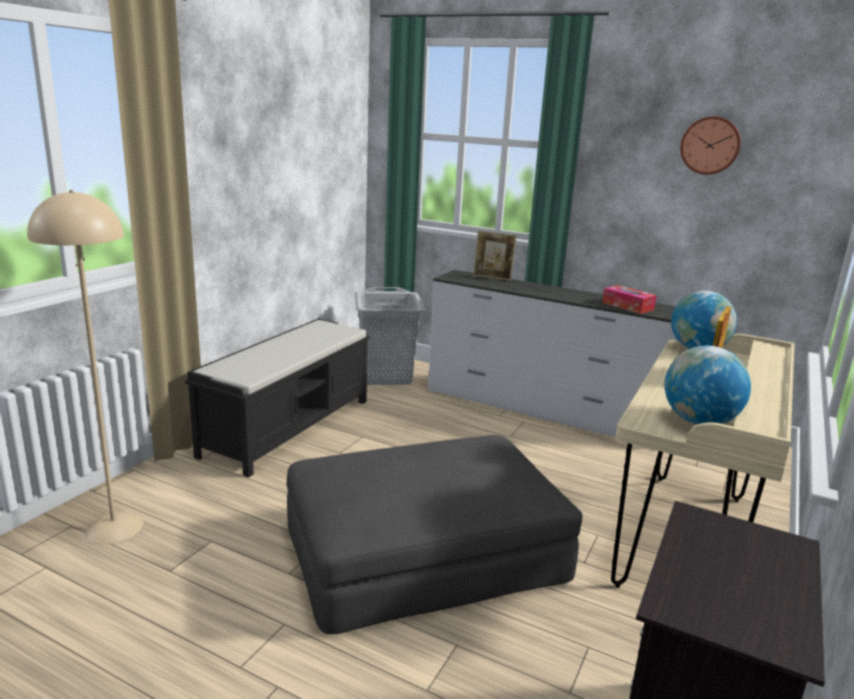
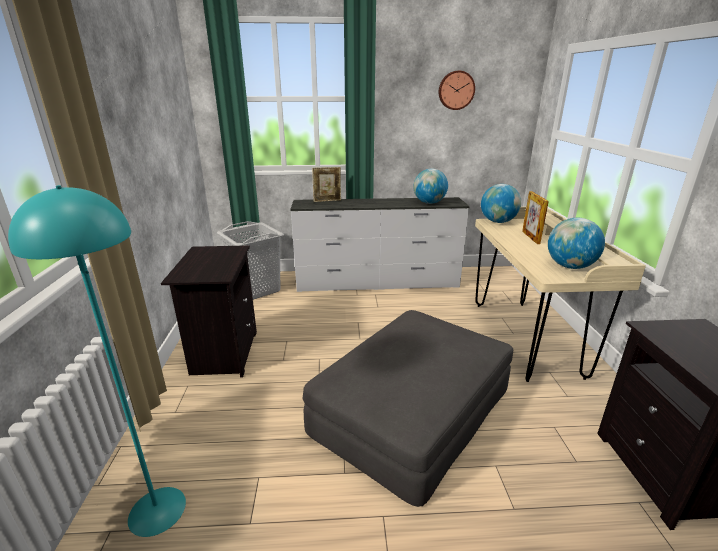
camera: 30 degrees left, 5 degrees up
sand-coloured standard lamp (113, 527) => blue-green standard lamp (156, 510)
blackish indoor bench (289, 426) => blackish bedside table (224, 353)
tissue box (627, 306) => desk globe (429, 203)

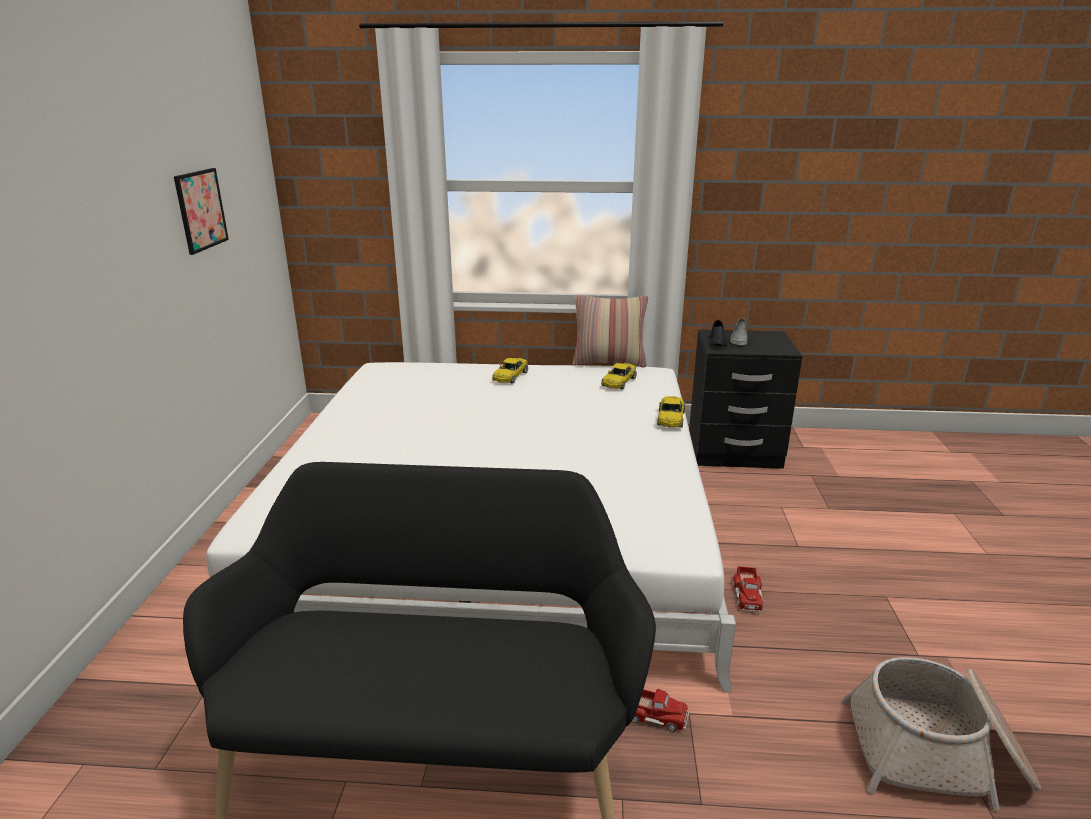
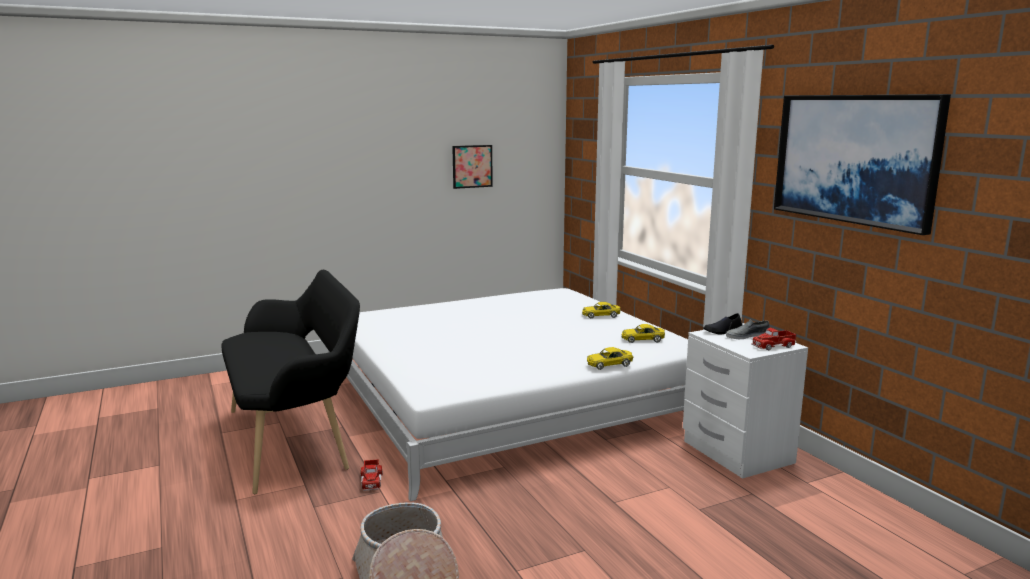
camera: 60 degrees right, 10 degrees down
throw pillow (609, 362) => nothing
blackish bedside table (734, 452) => white-coloured bedside table (736, 452)
toy lorry (748, 595) => toy lorry (773, 346), moved
nothing => wall art (855, 159)

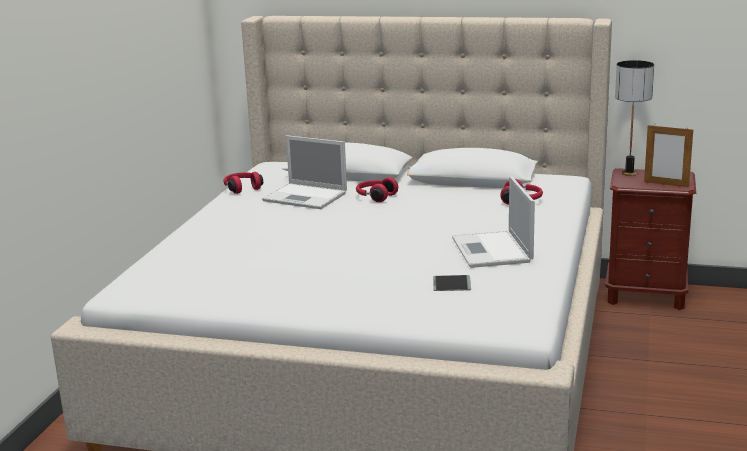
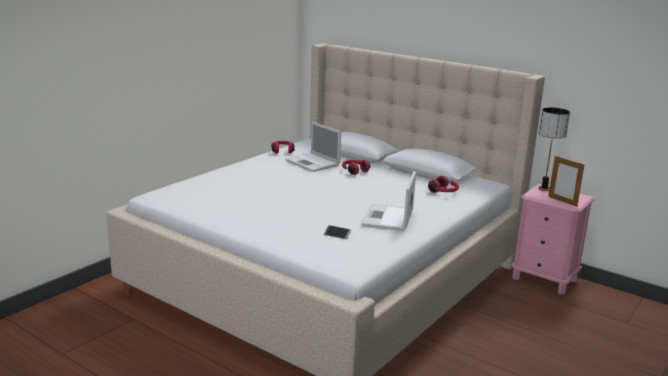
camera: 20 degrees right, 0 degrees up
brownish bedside table (646, 295) => pinkish bedside table (544, 279)

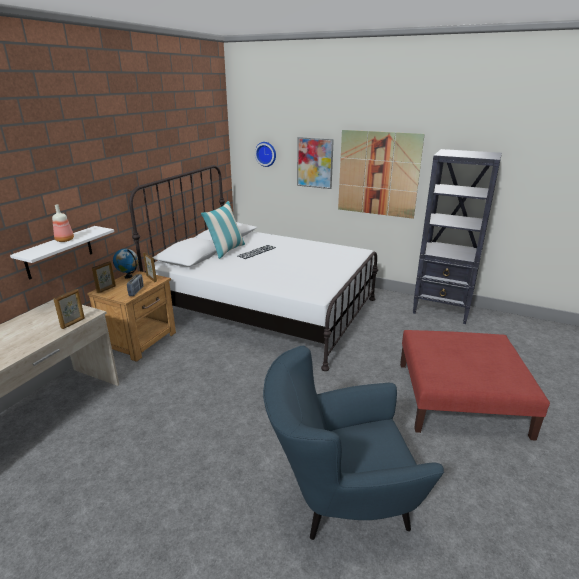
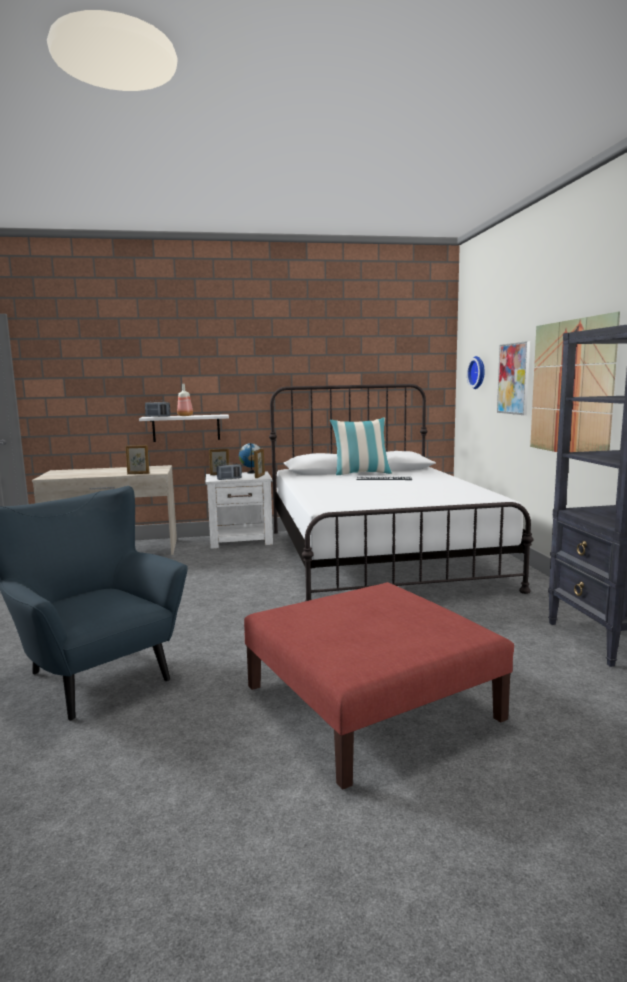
camera: 55 degrees right, 15 degrees down
brownish bedside table (141, 340) => white-coloured bedside table (242, 540)
nothing => radio receiver (158, 416)

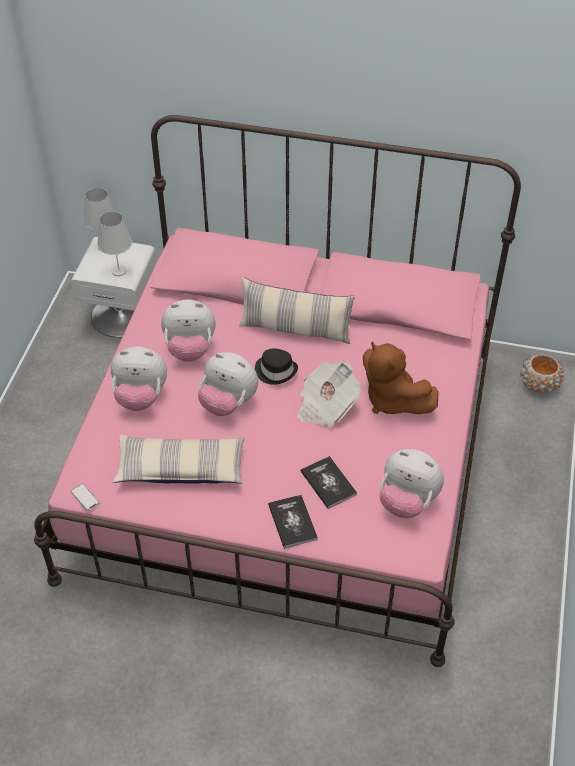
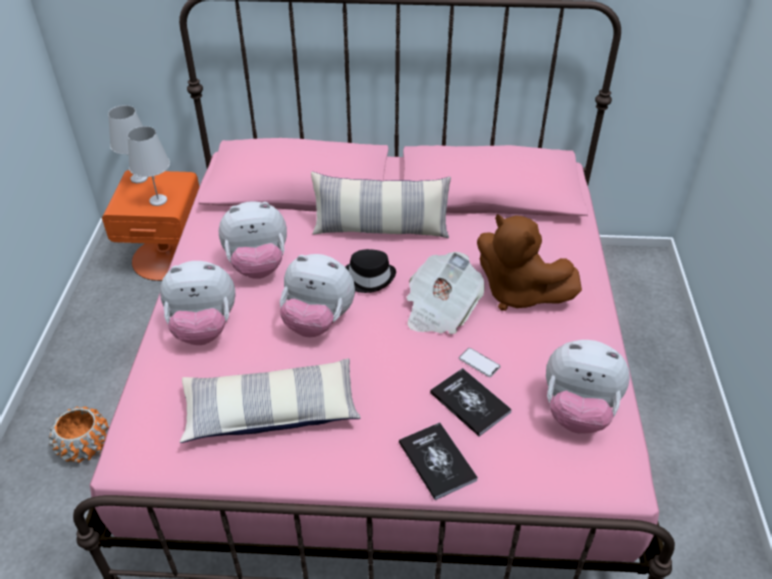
camera: 10 degrees left, 5 degrees down
phone (85, 497) => phone (479, 363), moved
white-coloured bedside table (121, 315) => orange bedside table (166, 257)
orange planter (539, 383) => orange planter (84, 446), moved

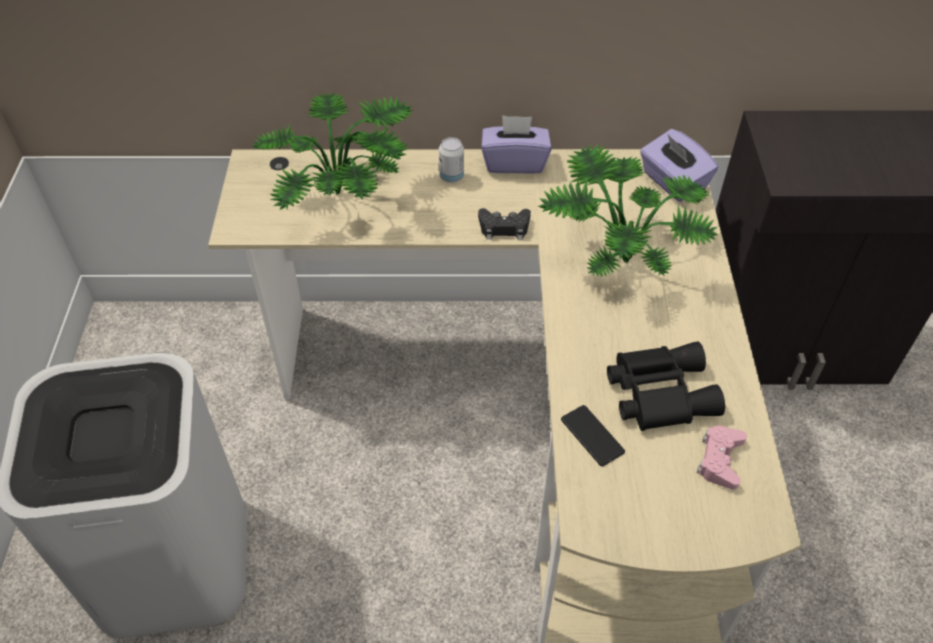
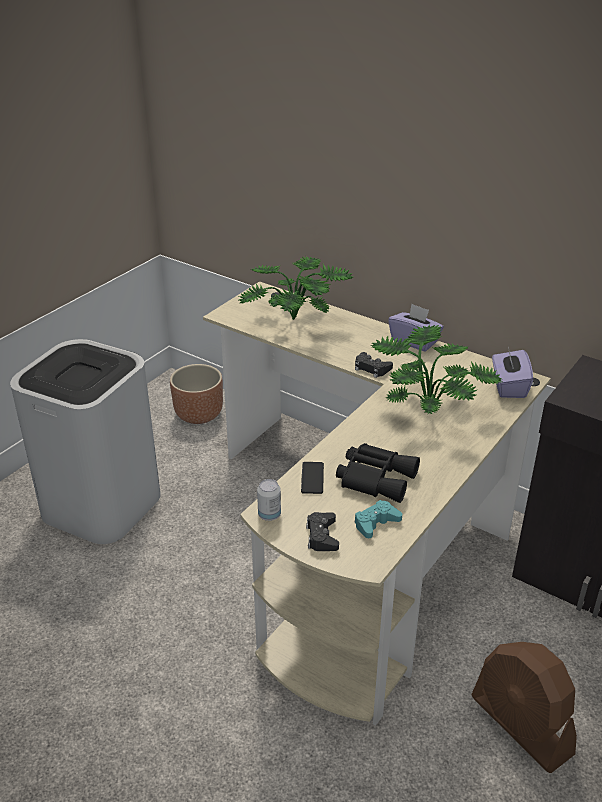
camera: 35 degrees right, 15 degrees down
metal can (451, 177) => metal can (269, 515), moved
pinkish gamepad (720, 460) => blue-green gamepad (376, 523)
nothing => brownish planter (198, 414)
nothing => blackish gamepad (322, 536)
nothing => brownish electric fan (521, 725)

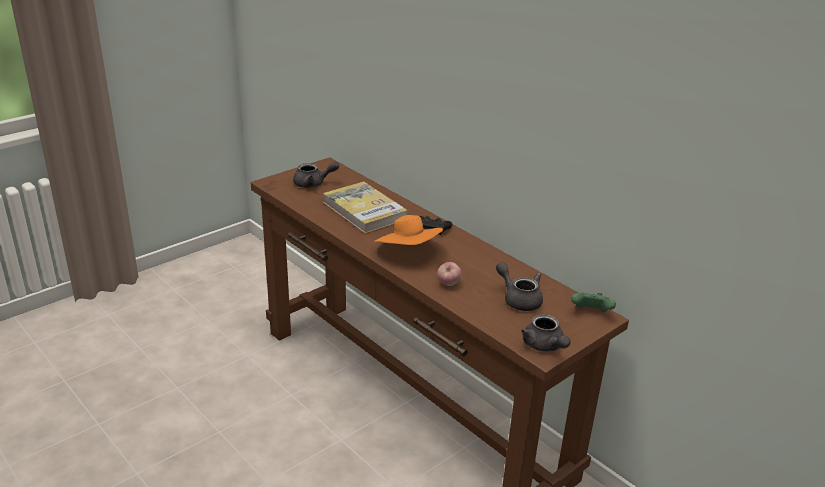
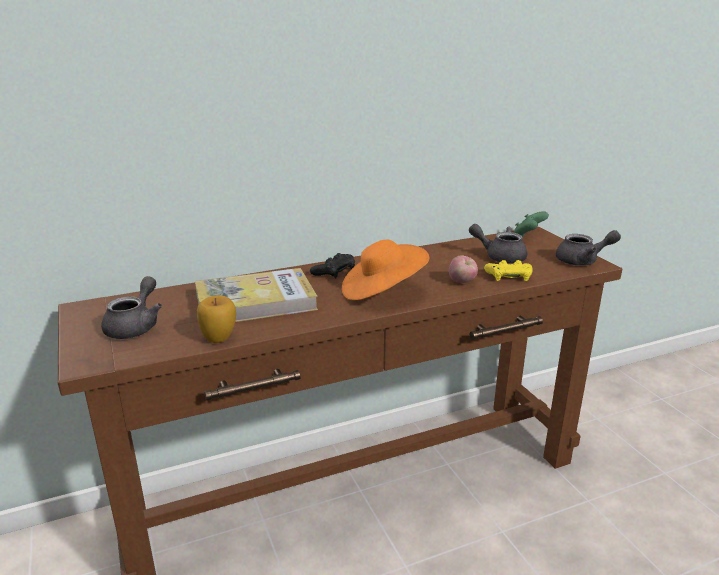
camera: 70 degrees left, 5 degrees down
grey pot for tea (519, 299) => grey pot for tea (499, 257), 45 degrees clockwise
nothing => whole apple (219, 338)
nothing => yellow-coloured gamepad (509, 276)

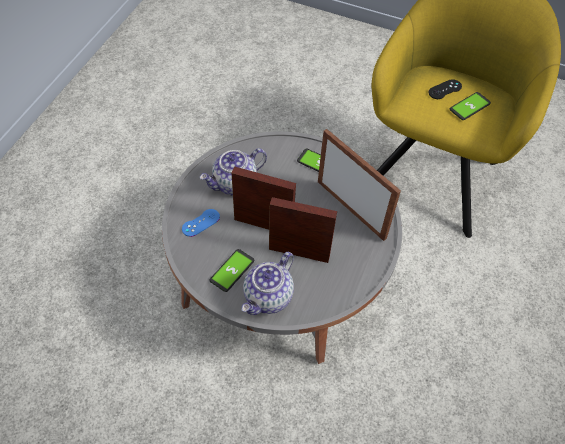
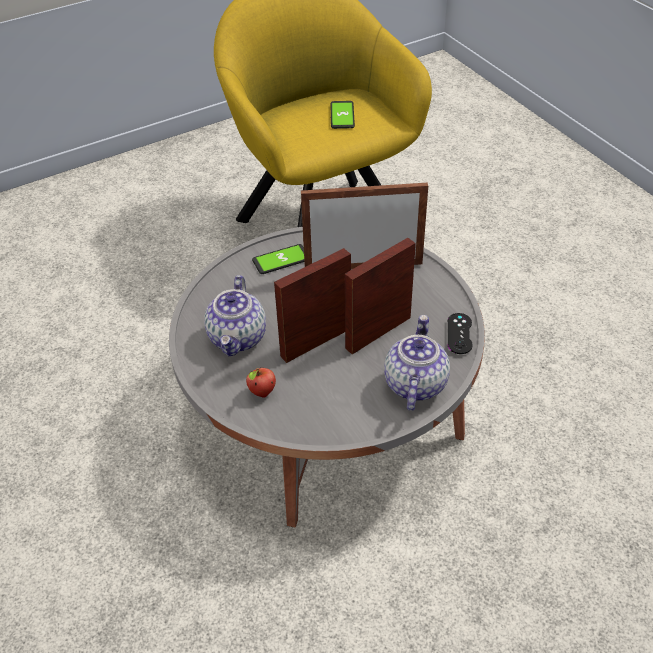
camera: 50 degrees left, 10 degrees down
blue gamepad (201, 223) => whole apple (262, 393)
phone (232, 270) => nothing
pot for tea (268, 297) => pot for tea (414, 384), 150 degrees counterclockwise
blackish gamepad (445, 89) => blackish gamepad (459, 333), moved

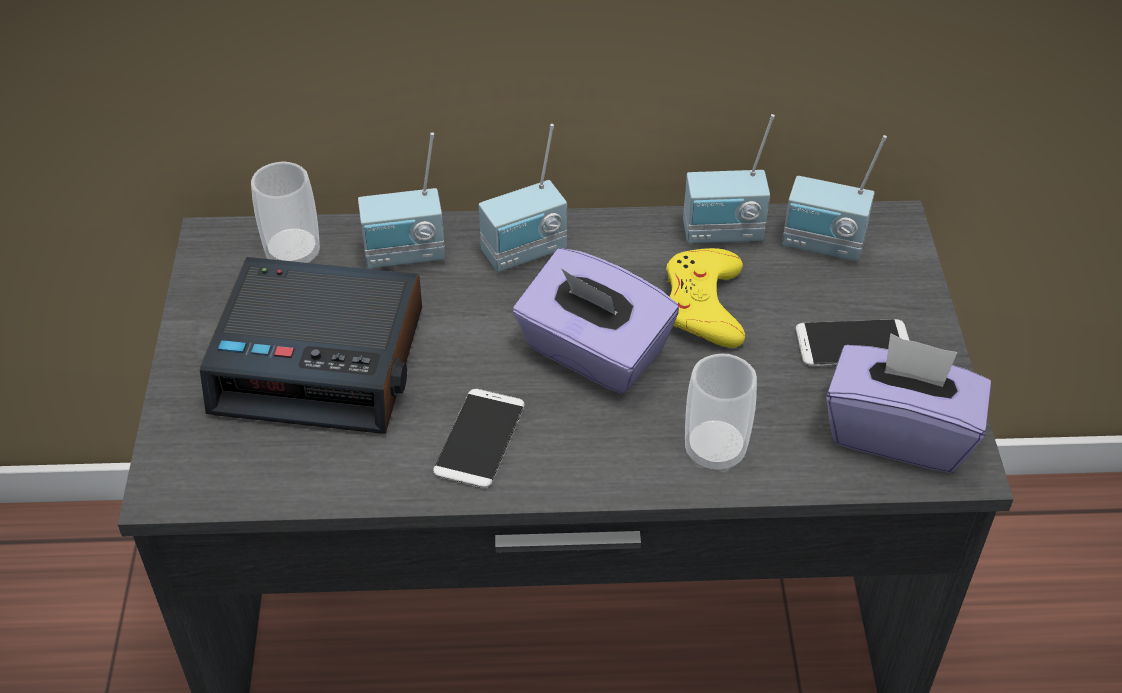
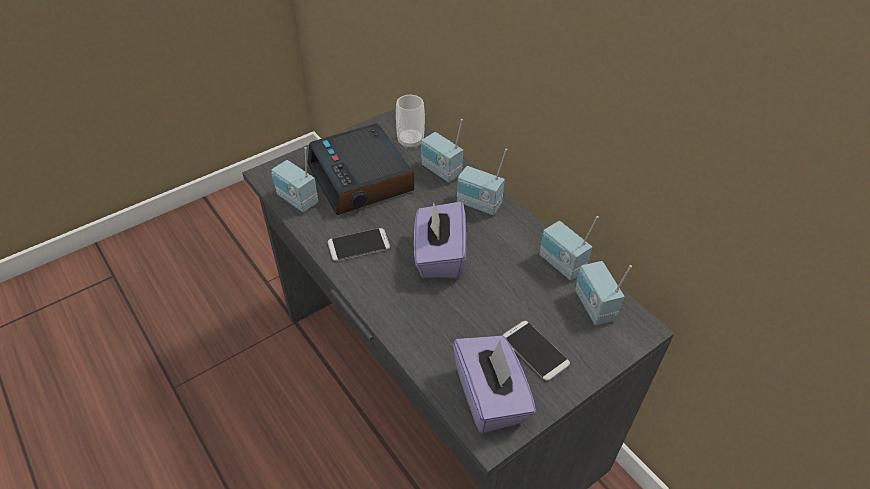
camera: 55 degrees right, 0 degrees up
yellow-coloured gamepad (704, 305) => nothing
drinking cup (715, 451) => nothing
nothing => radio receiver (296, 200)

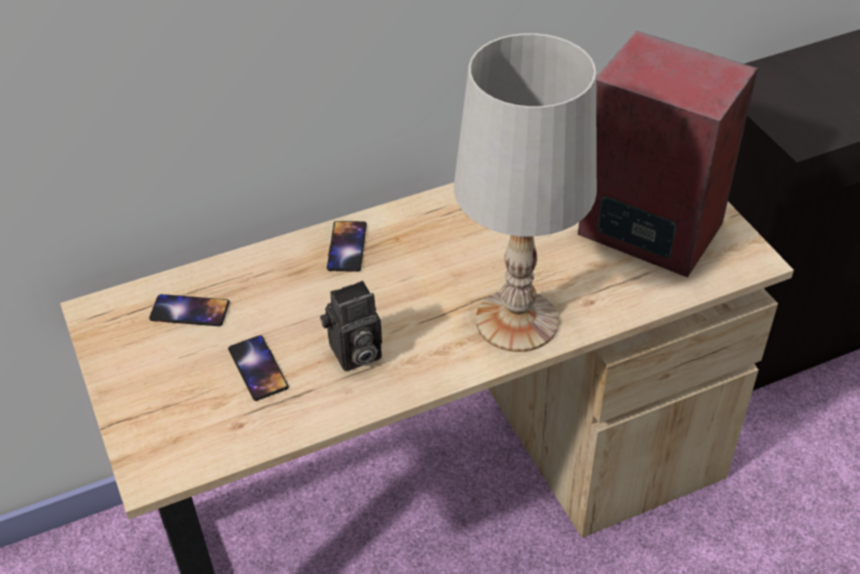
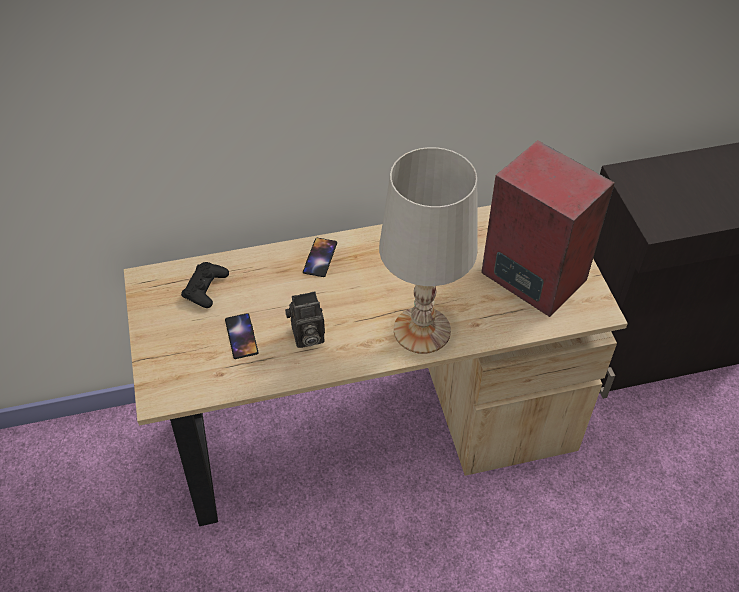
camera: 10 degrees right, 5 degrees up
phone (190, 311) => blackish gamepad (205, 288)

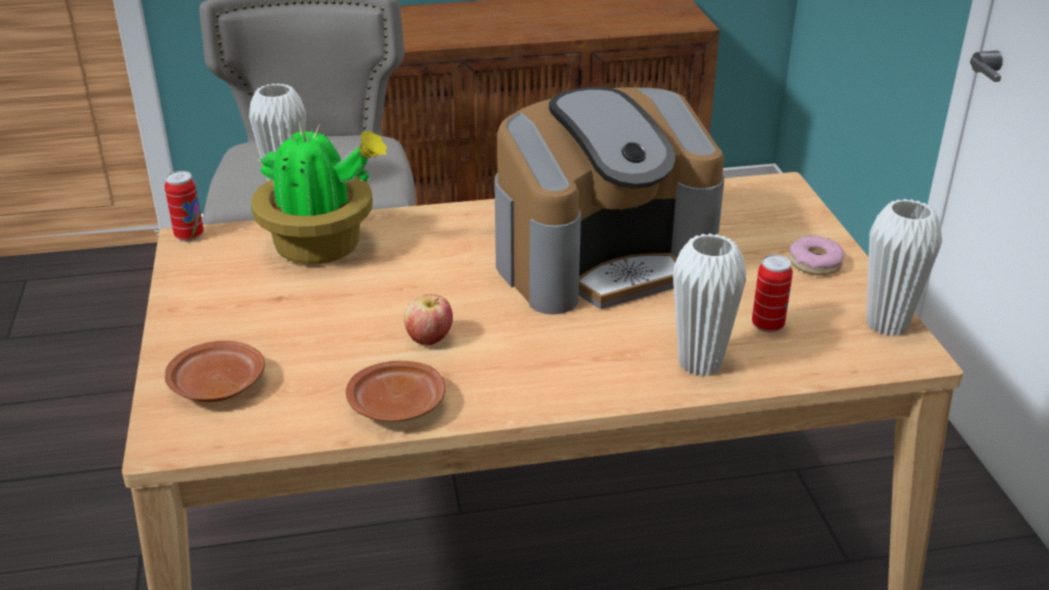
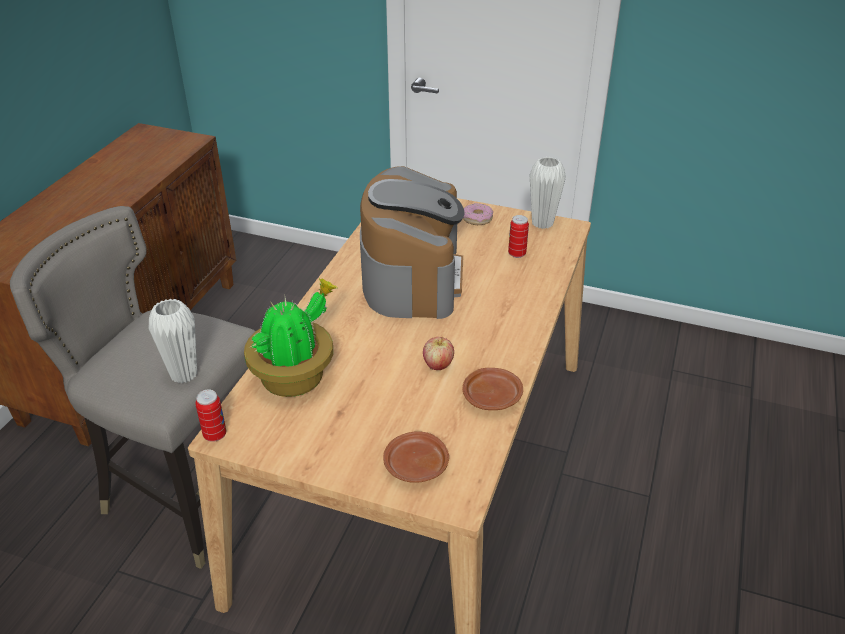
camera: 60 degrees left, 5 degrees up
white-coloured vase (700, 363) => nothing

